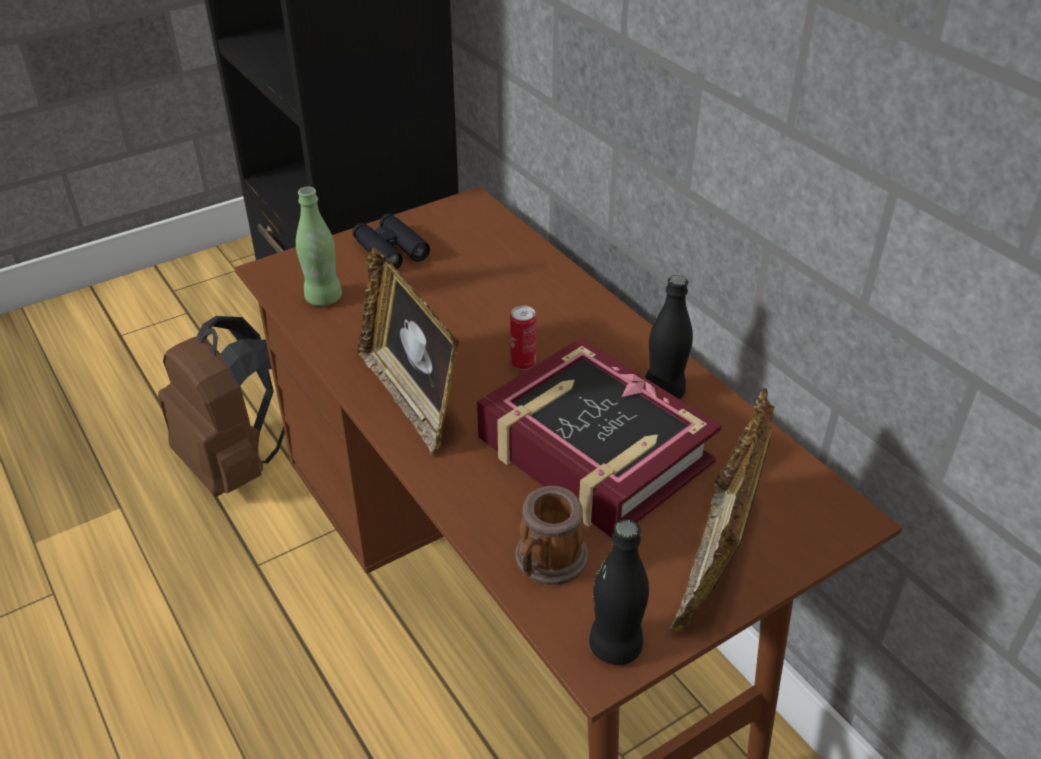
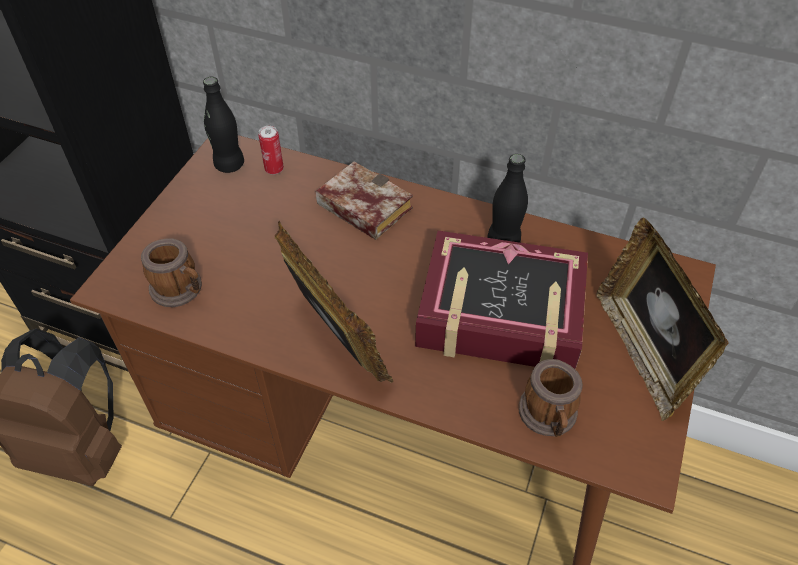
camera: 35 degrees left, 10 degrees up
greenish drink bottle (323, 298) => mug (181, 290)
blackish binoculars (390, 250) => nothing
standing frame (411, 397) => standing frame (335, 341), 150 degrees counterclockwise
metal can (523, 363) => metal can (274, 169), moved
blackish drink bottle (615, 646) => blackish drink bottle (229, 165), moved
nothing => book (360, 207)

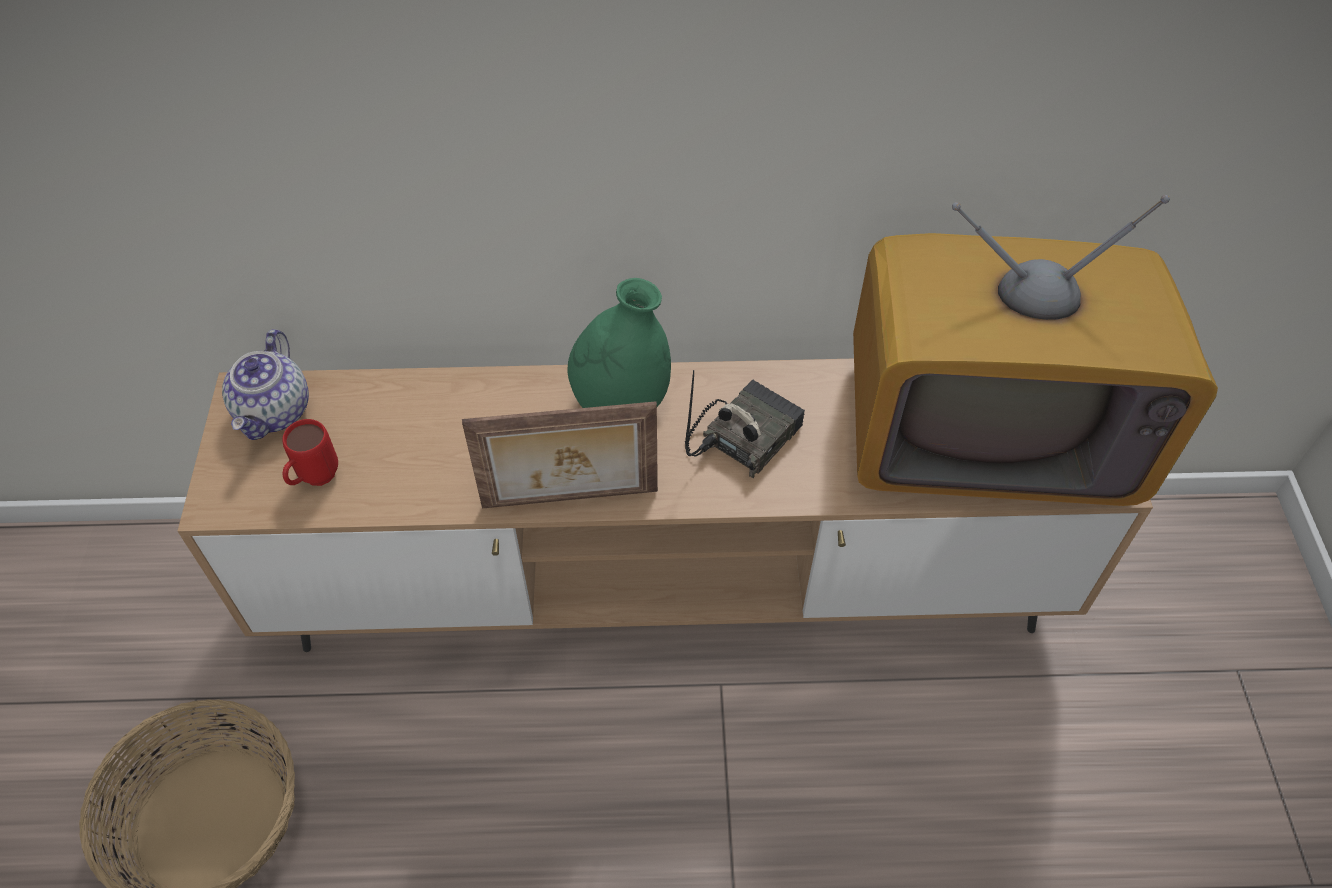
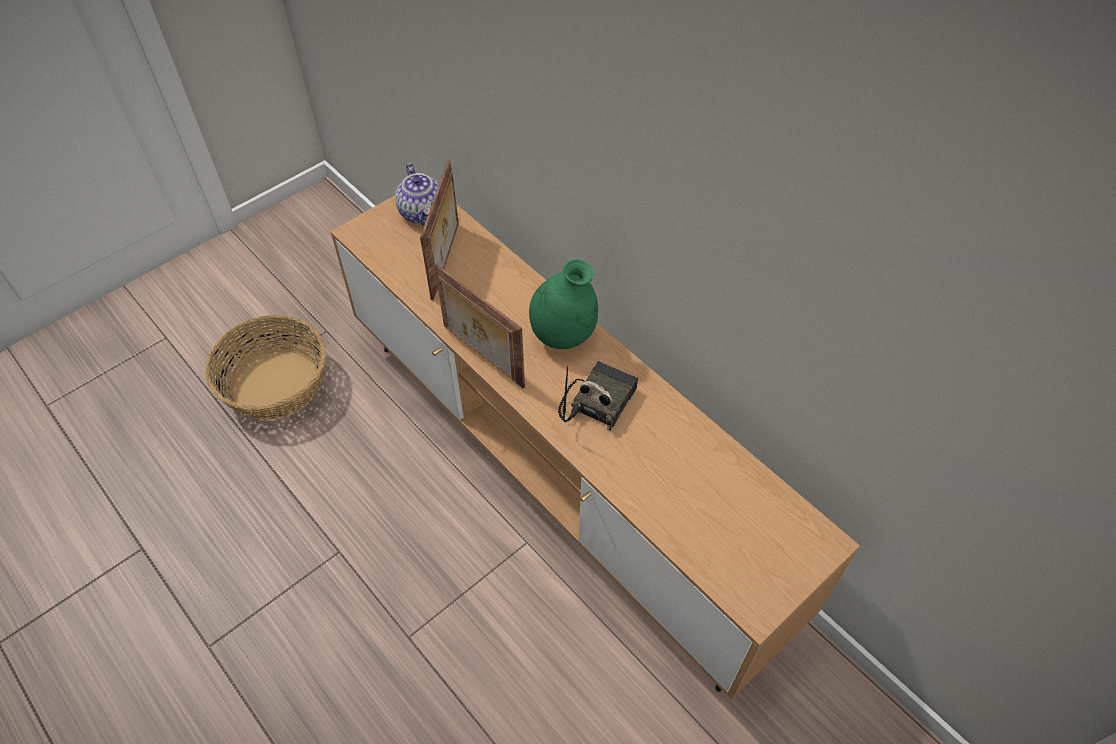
camera: 50 degrees right, 0 degrees up
pot for tea (275, 412) => pot for tea (423, 213), 75 degrees counterclockwise
red-coloured mug (314, 480) => nothing
radio receiver (743, 435) => radio receiver (597, 401), 60 degrees counterclockwise
TV (986, 432) => nothing
nothing => standing frame (446, 260)

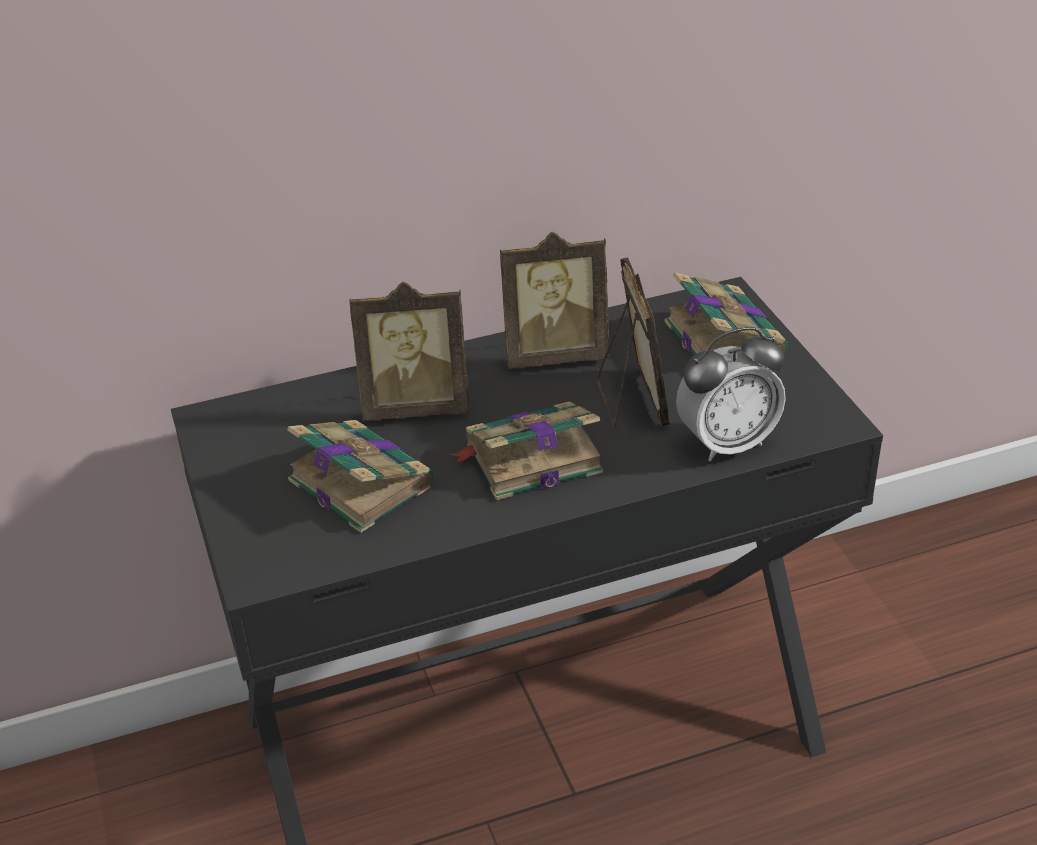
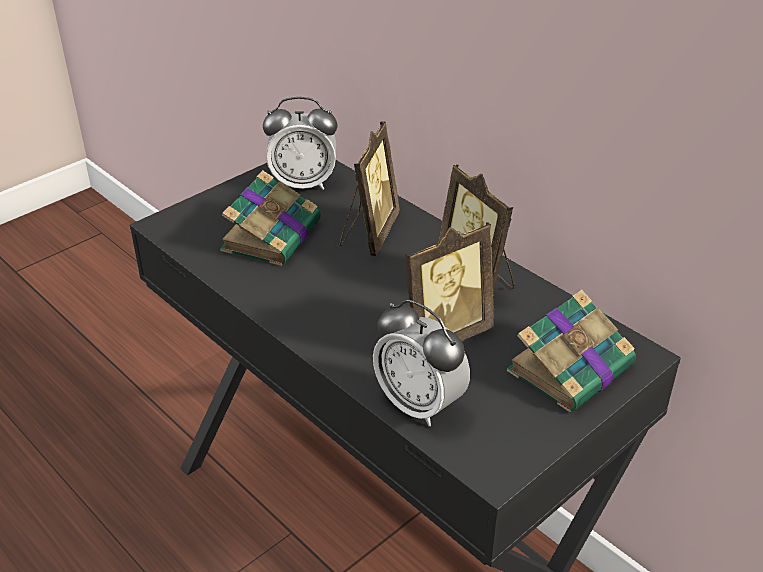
camera: 65 degrees right, 0 degrees up
standing frame (415, 406) => standing frame (368, 233), 135 degrees counterclockwise
book (530, 459) => nothing
nothing => table clock (303, 183)

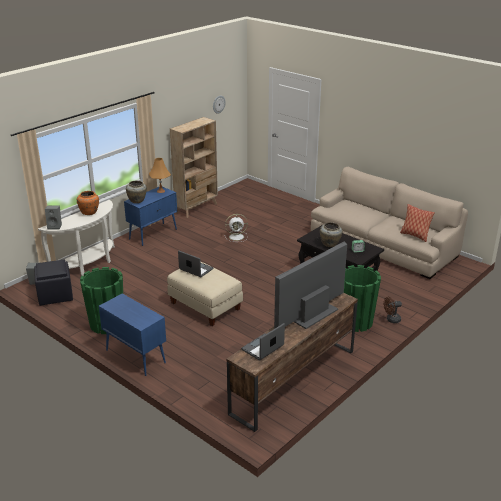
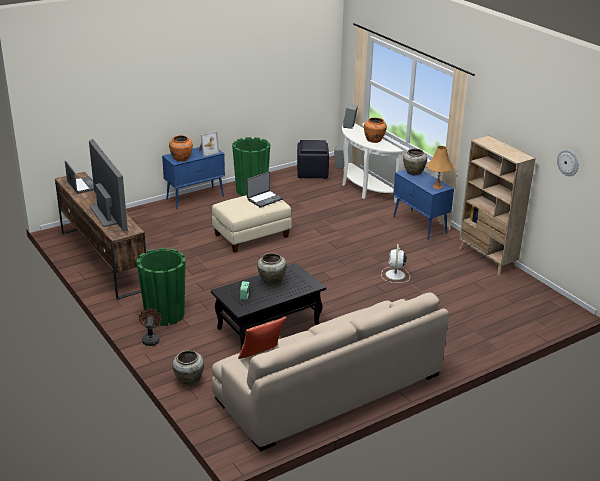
camera: 105 degrees right, 0 degrees up
nothing => orange vase (181, 159)
nothing => sand-coloured vase (188, 380)
nothing => standing frame (207, 151)

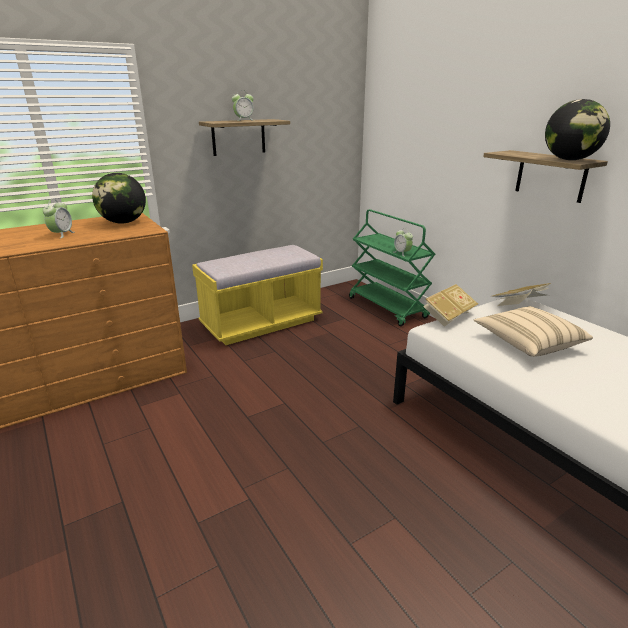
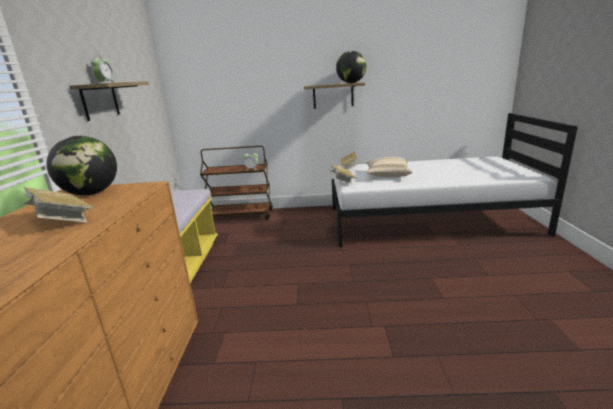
camera: 55 degrees left, 5 degrees down
table clock (62, 234) => book (62, 219)
greenish wheeled cart (387, 308) => brownish wheeled cart (241, 216)

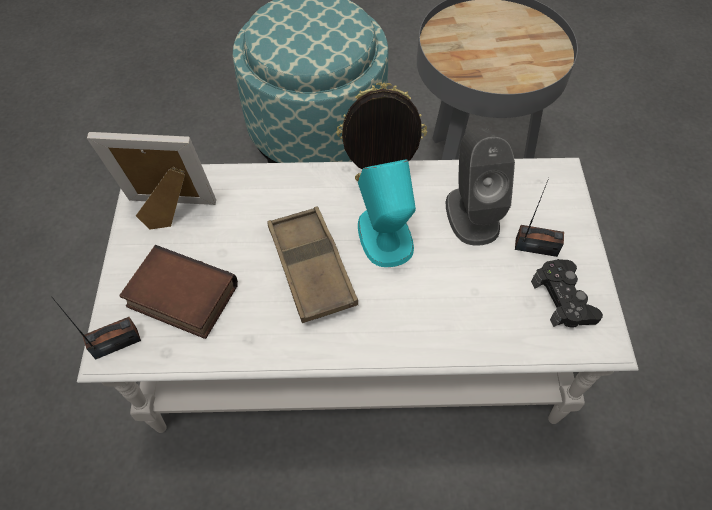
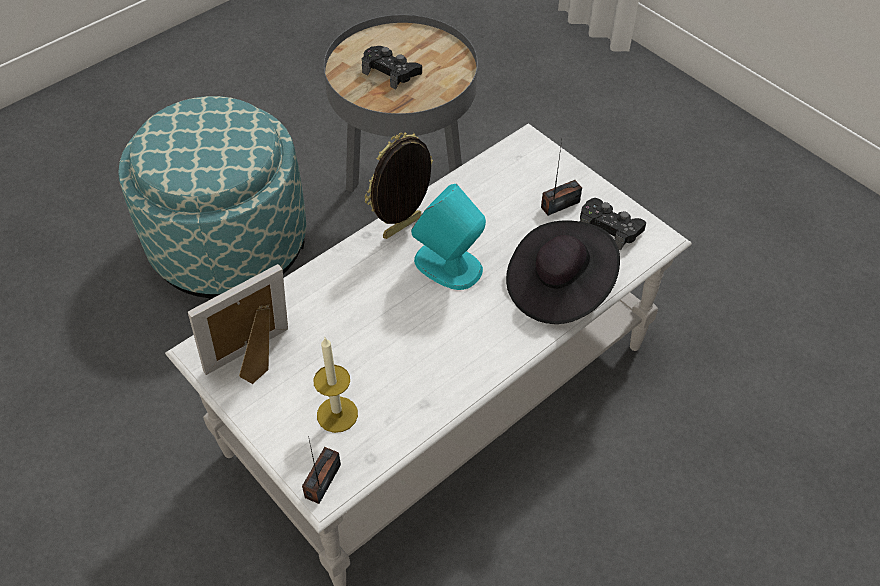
camera: 40 degrees left, 5 degrees down
book (179, 298) => candle (337, 414)
brownish tray (311, 267) => nothing
grey audio speaker (472, 214) => nothing
nothing => blackish gamepad (391, 72)
nothing => blackish clothing hat (559, 287)

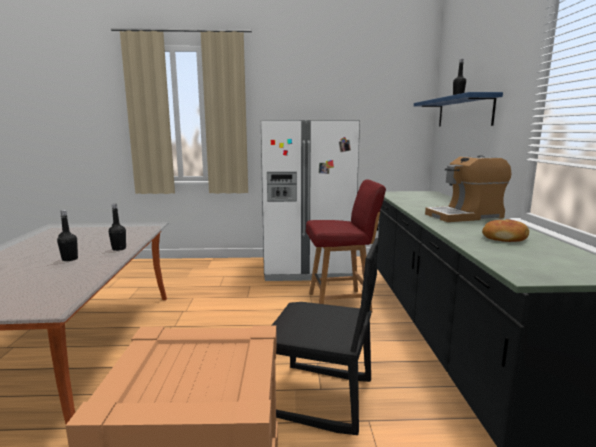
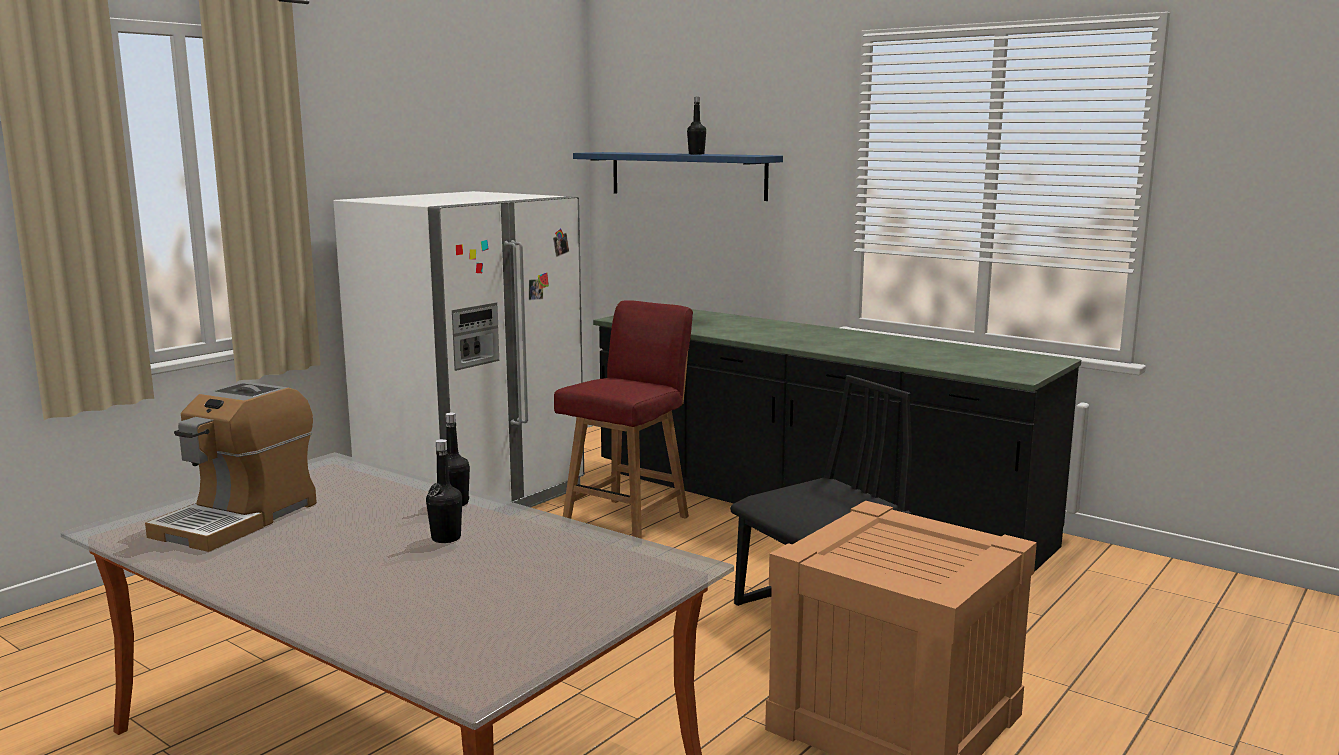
camera: 50 degrees left, 0 degrees up
coffee machine (465, 216) => coffee machine (239, 519), moved
bakery bread (505, 238) => nothing

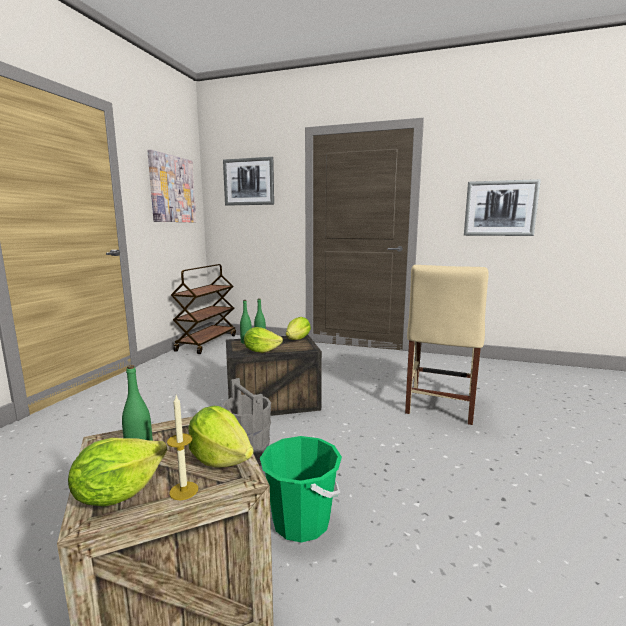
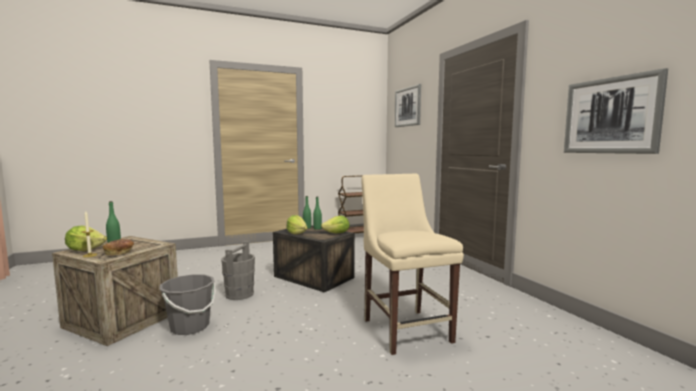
camera: 50 degrees right, 5 degrees down
wall art (172, 189) => nothing
lettuce head (220, 458) => bakery bread (119, 253)
greenish water bucket (301, 521) => grey water bucket (190, 327)
sand-coloured upright chair (439, 406) => sand-coloured upright chair (405, 328), 90 degrees clockwise

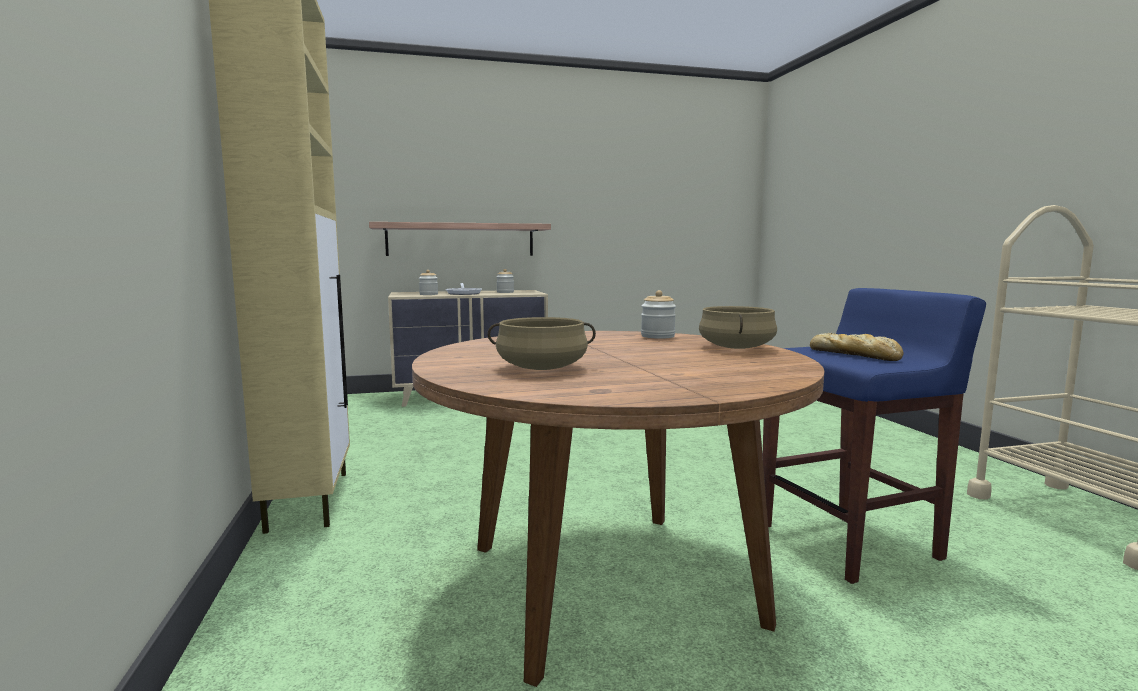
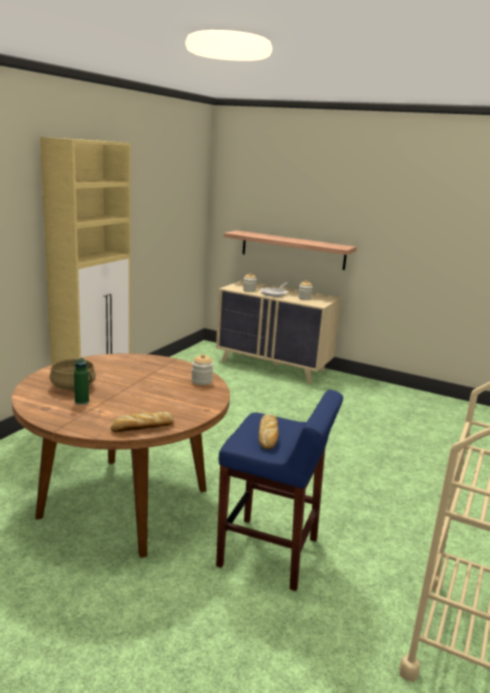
camera: 40 degrees right, 10 degrees up
sand-coloured cooking pot (735, 347) => nothing
nothing => greenish drink bottle (82, 402)
nothing => bakery bread (141, 428)

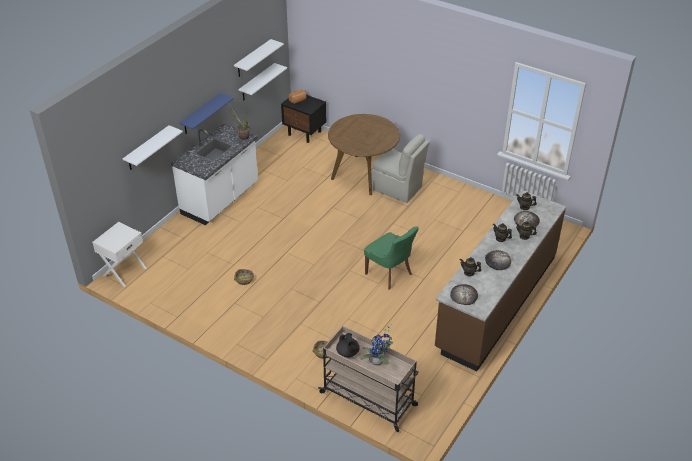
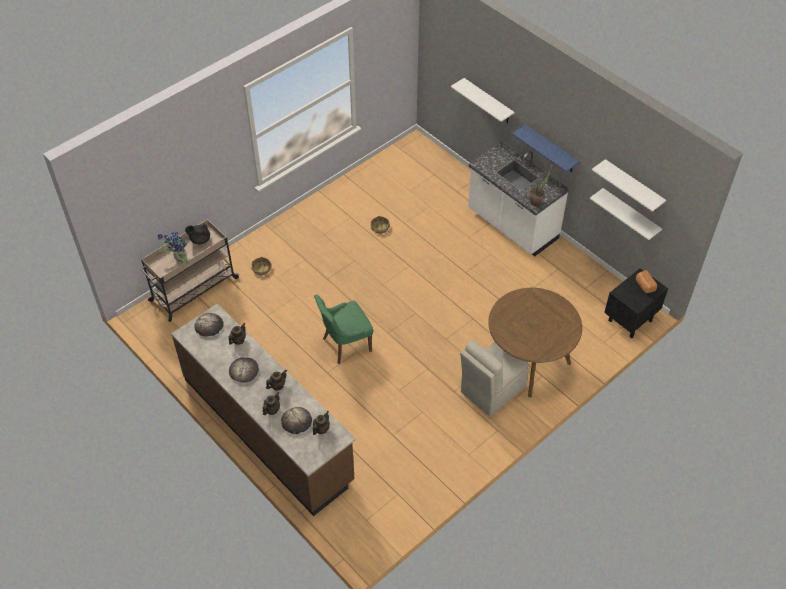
camera: 105 degrees right, 10 degrees up
white-coloured bedside table (124, 271) => nothing

